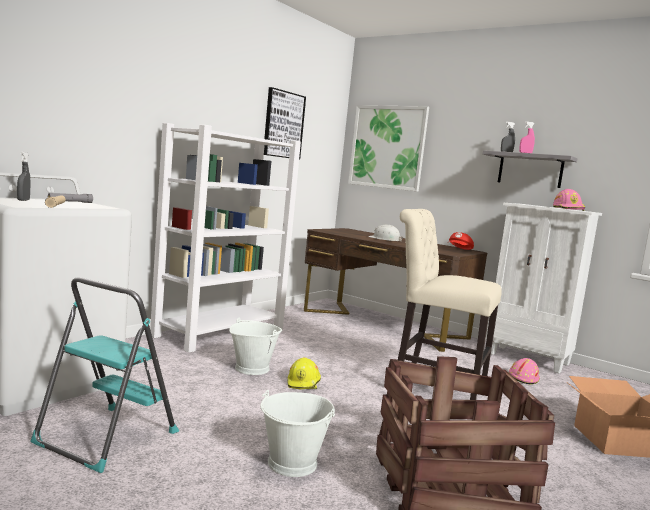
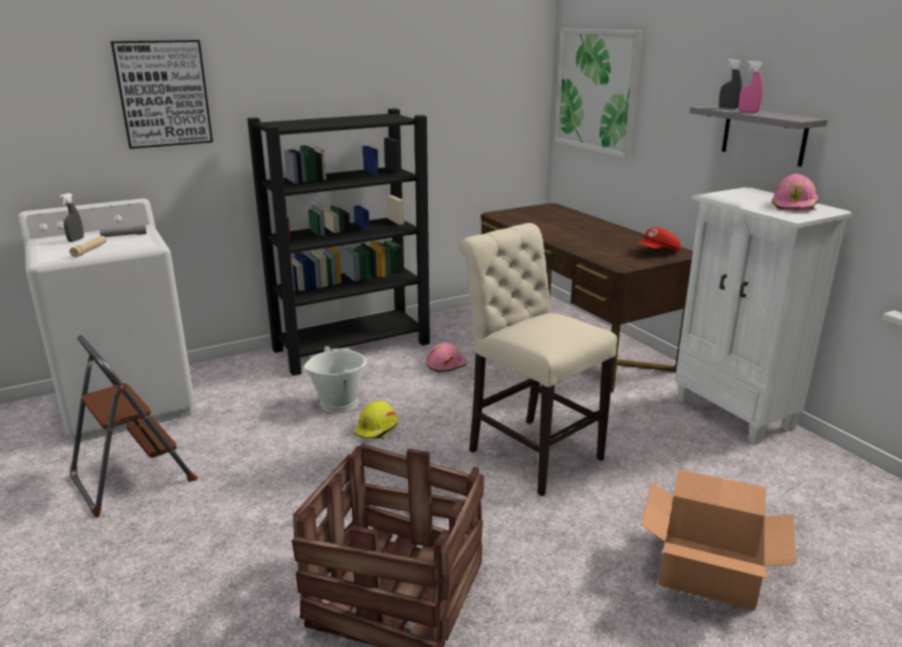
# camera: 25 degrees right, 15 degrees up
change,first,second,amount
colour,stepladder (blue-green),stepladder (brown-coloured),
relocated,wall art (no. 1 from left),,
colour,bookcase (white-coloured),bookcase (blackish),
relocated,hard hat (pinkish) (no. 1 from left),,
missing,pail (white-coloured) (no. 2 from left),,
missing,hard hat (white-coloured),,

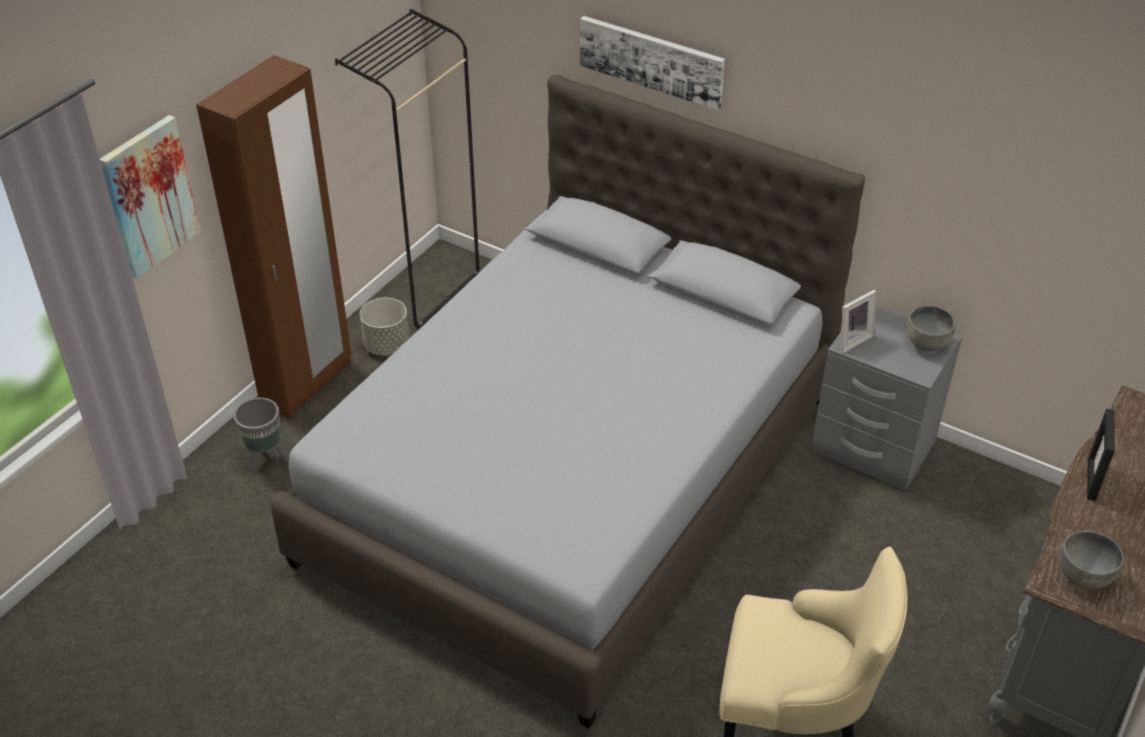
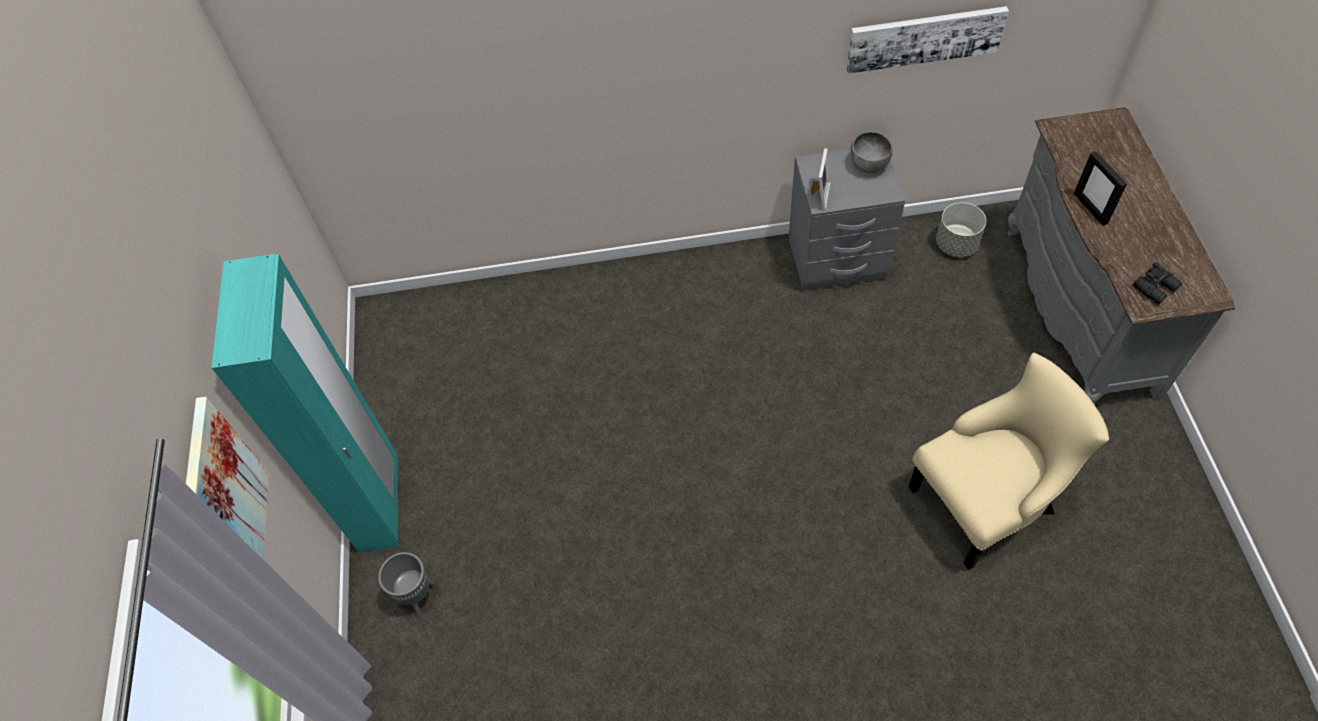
# camera: 35 degrees left, 15 degrees up
change,first,second,amount
colour,wardrobe (brown-coloured),wardrobe (blue-green),
relocated,wall art (no. 2 from left),,
relocated,planter (greyish) (no. 2 from left),,
exchanged,deep dish (greyish) (no. 2 from left),binoculars (blackish),
missing,bedroom bed (greyish),,
missing,garment stand (blackish),,

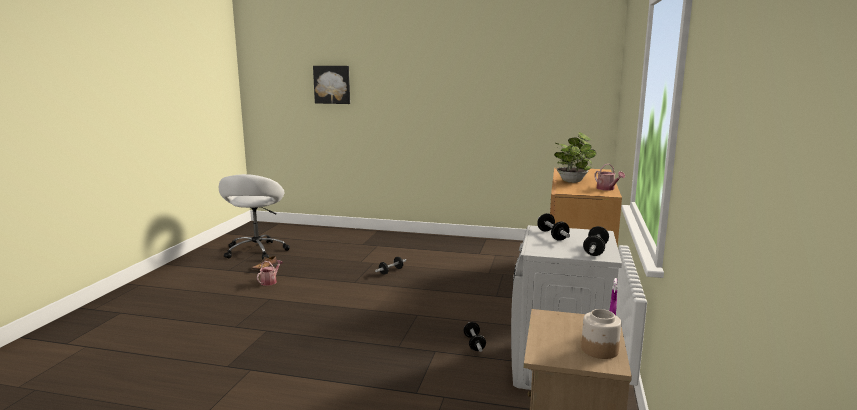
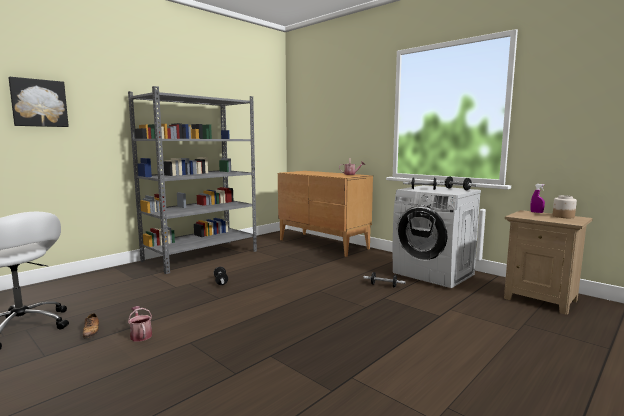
# camera: 60 degrees left, 5 degrees down
change,first,second,amount
appeared,,bookcase (greyish),
missing,houseplant,,

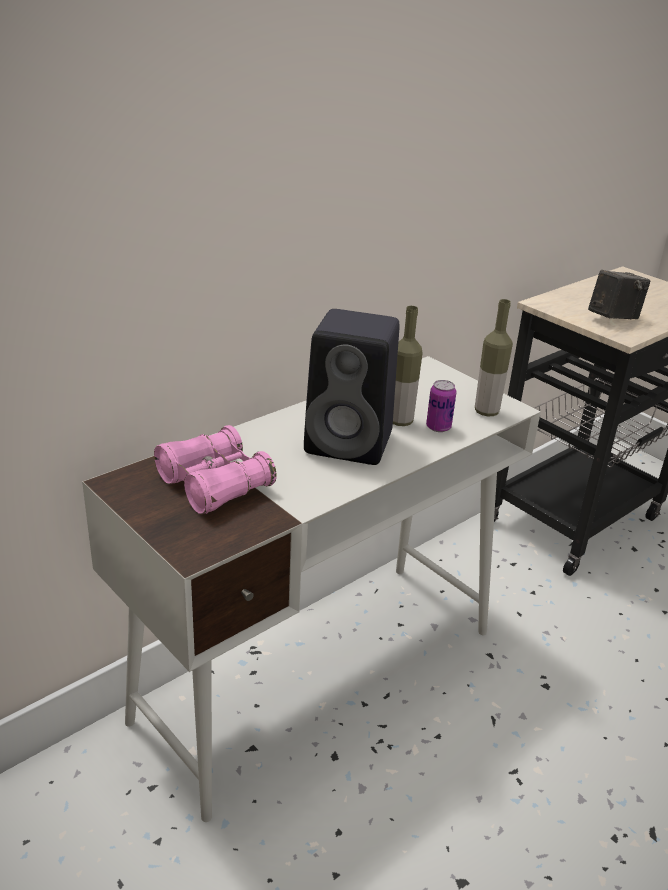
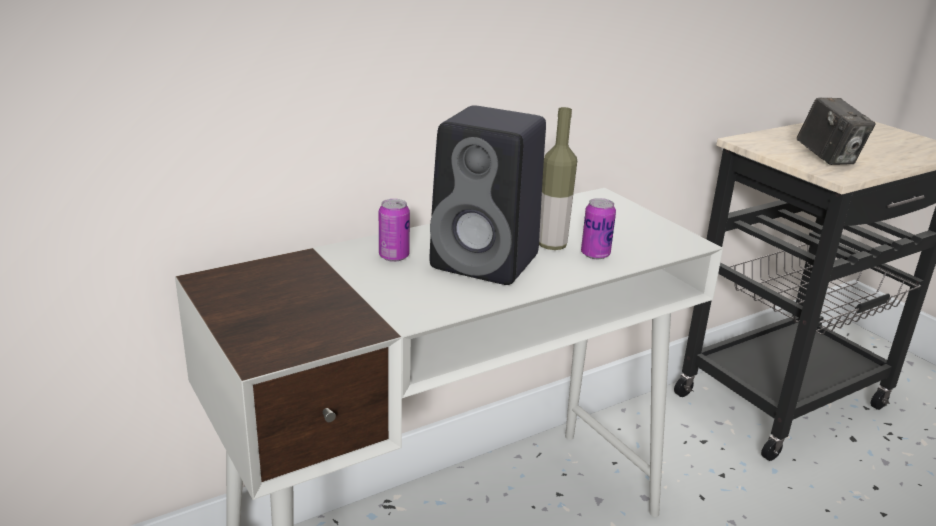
# camera: 10 degrees right, 5 degrees down
change,first,second,amount
appeared,,metal can (no. 1 from left),
spun,still camera,,90 degrees clockwise
missing,binoculars (pinkish),,
missing,bottle (no. 2 from left),,

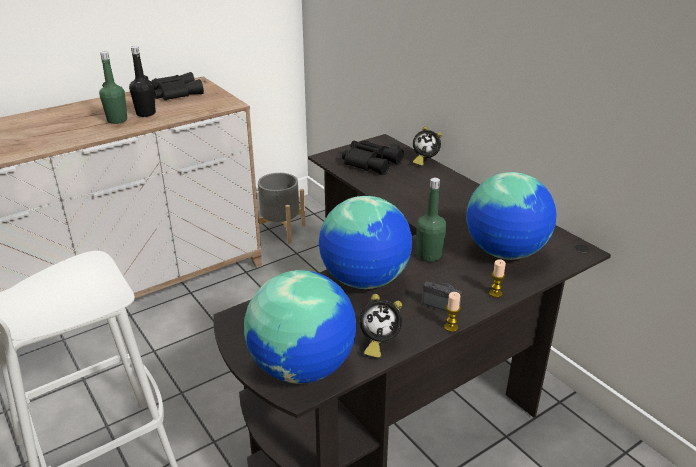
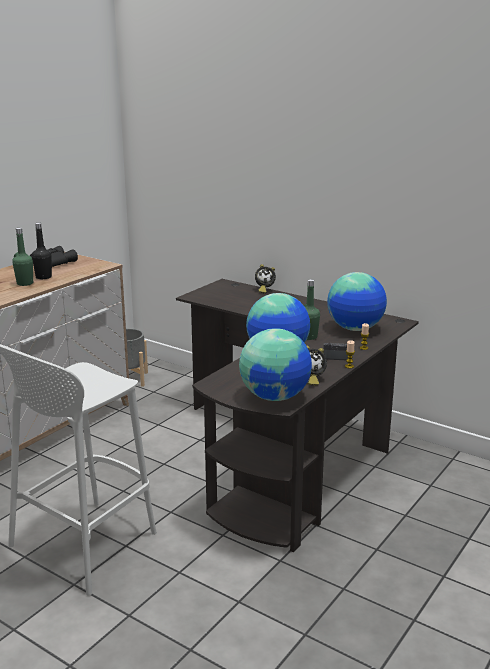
# camera: 20 degrees left, 10 degrees down
change,first,second,amount
missing,binoculars (blackish) (no. 2 from left),,

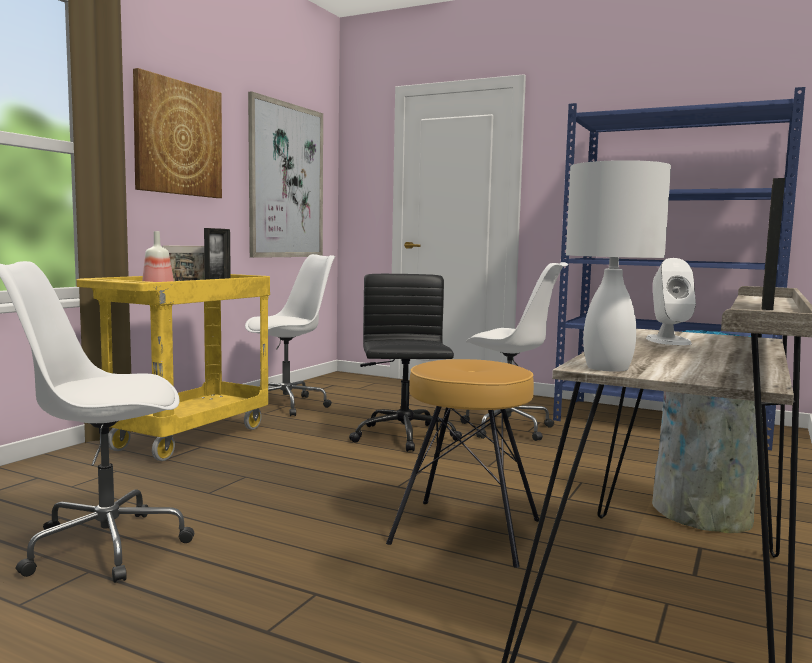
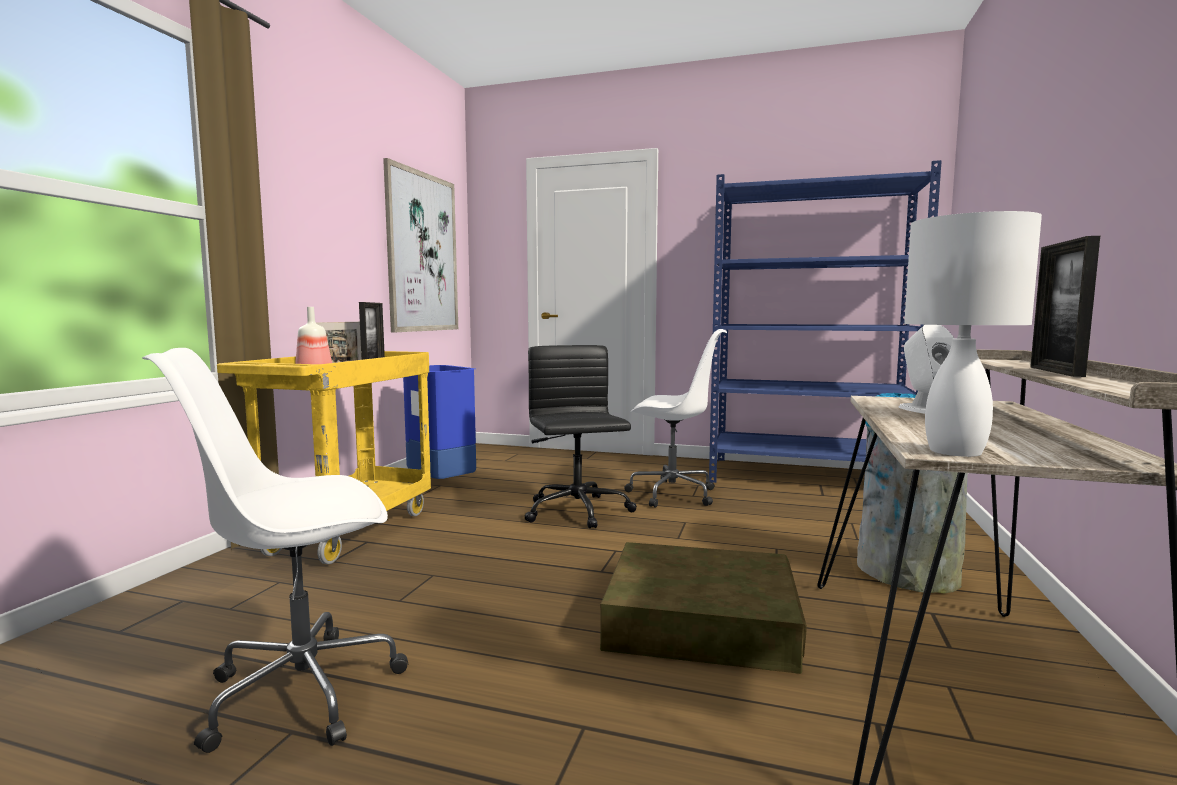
# camera: 10 degrees left, 0 degrees up
change,first,second,amount
exchanged,office chair (white-coloured) (no. 2 from left),rubbish bin (blue),
exchanged,stool seat (brown-coloured),storage container (brown-coloured),
missing,wall art (no. 1 from left),,

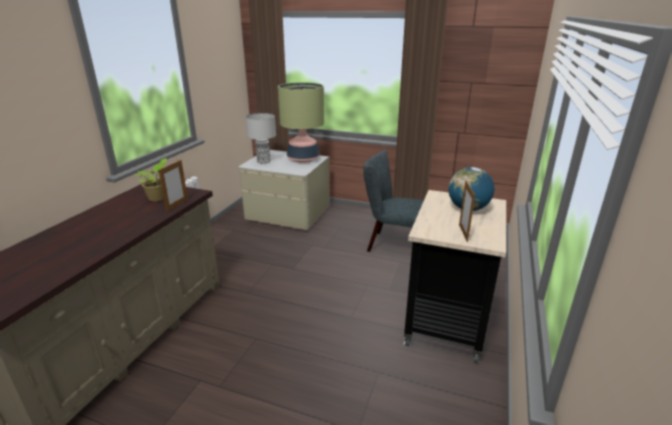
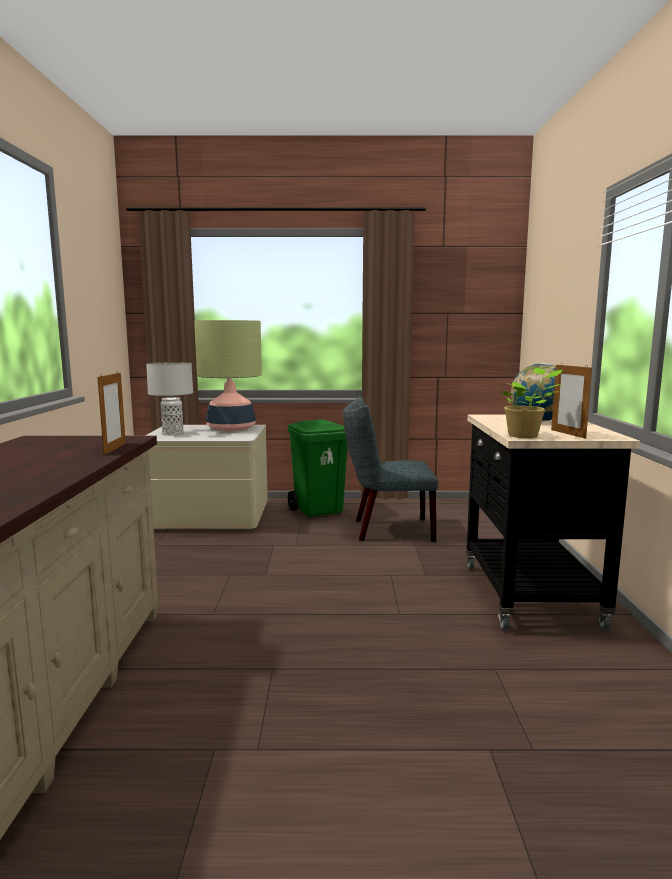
# camera: 20 degrees left, 15 degrees down
change,first,second,amount
appeared,,rubbish bin (green),
relocated,houseplant,,

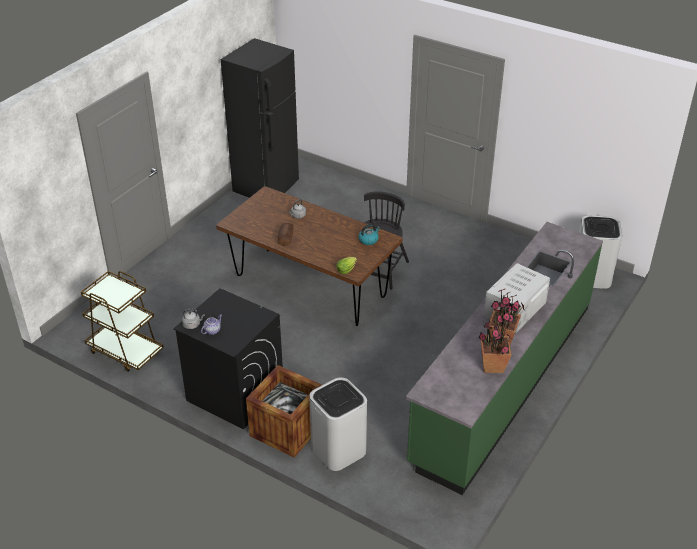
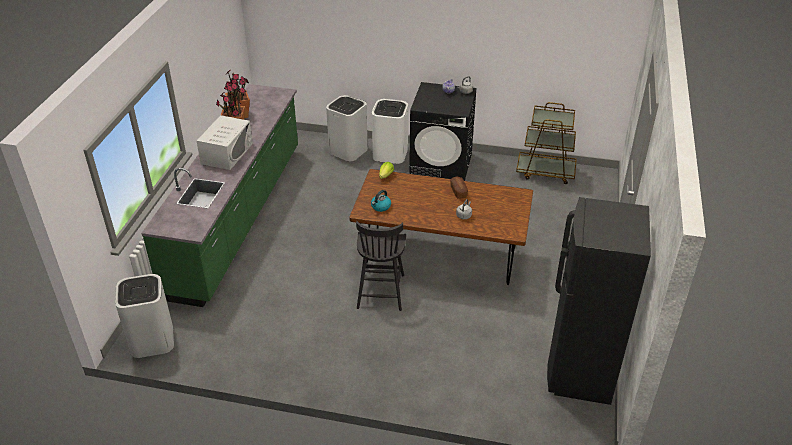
# camera: 160 degrees right, 0 degrees up
change,first,second,amount
exchanged,shipping crate,rubbish bin (white-coloured) (no. 3 from left),

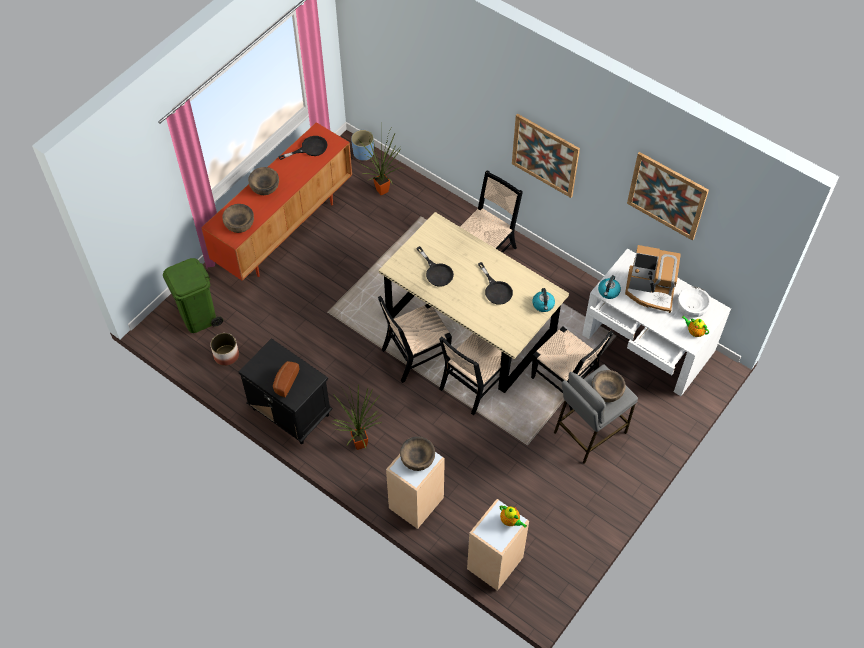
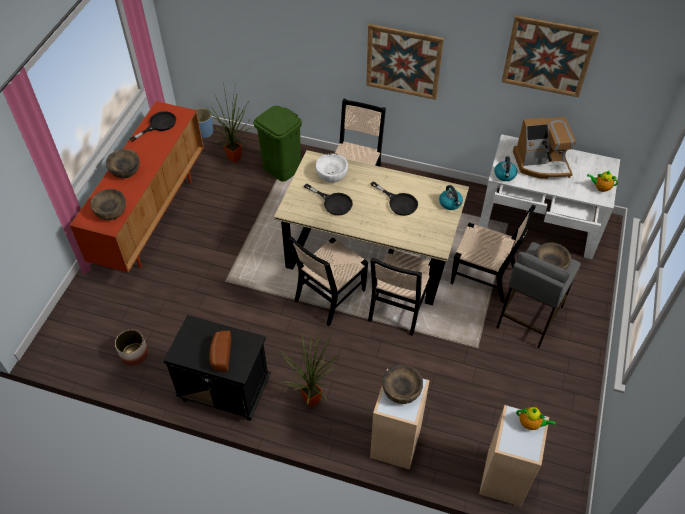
# camera: 20 degrees left, 5 degrees down
change,first,second,amount
relocated,rubbish bin (green),,
relocated,deep dish (white-coloured),,

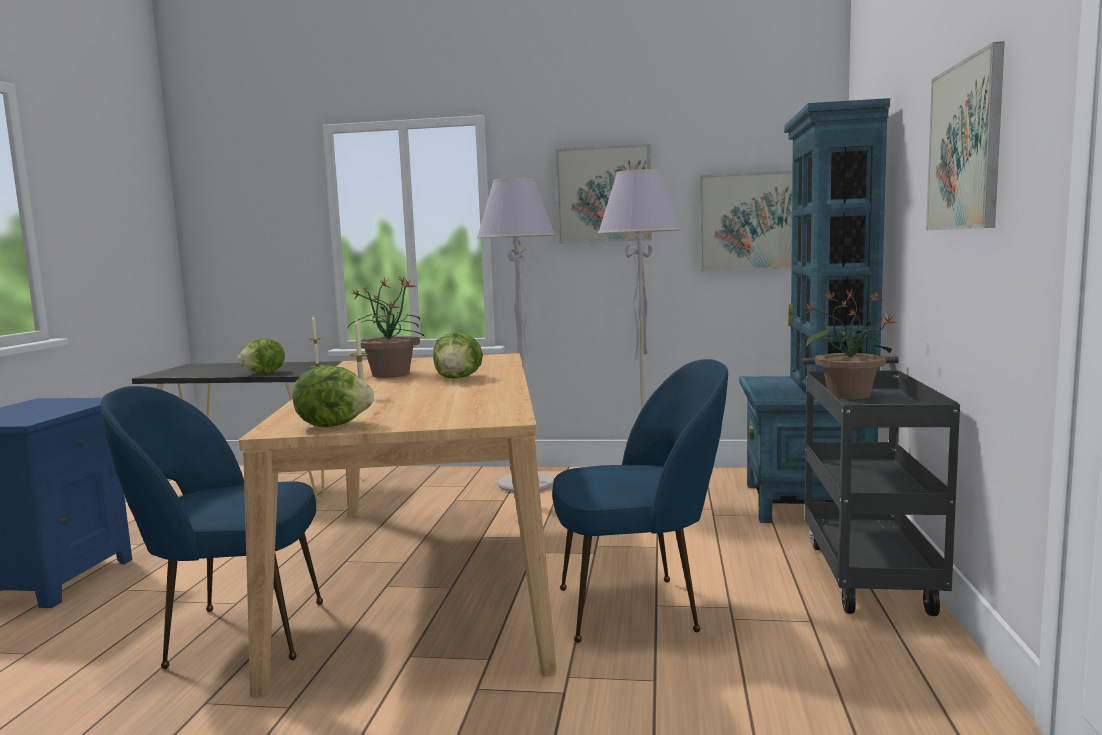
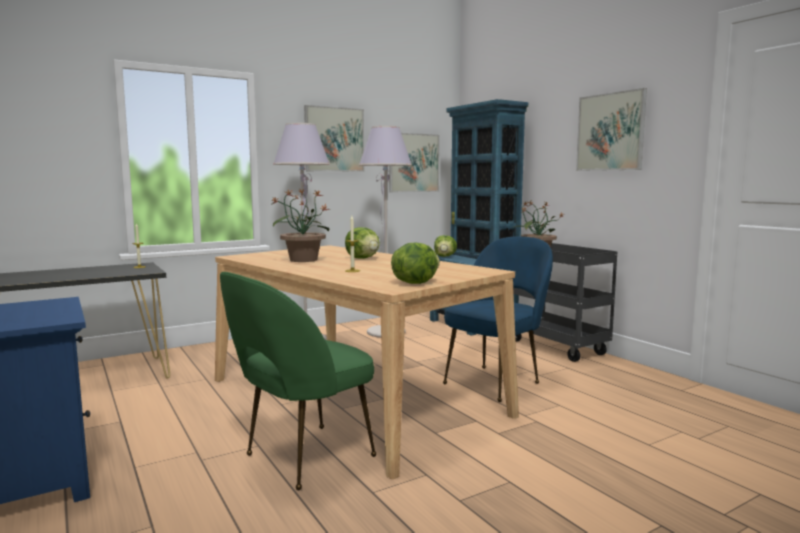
# camera: 40 degrees left, 0 degrees up
change,first,second,amount
colour,upright chair (blue) (no. 1 from left),upright chair (green),
relocated,head of lettuce (no. 1 from left in the first image),head of lettuce (no. 3 from left),

